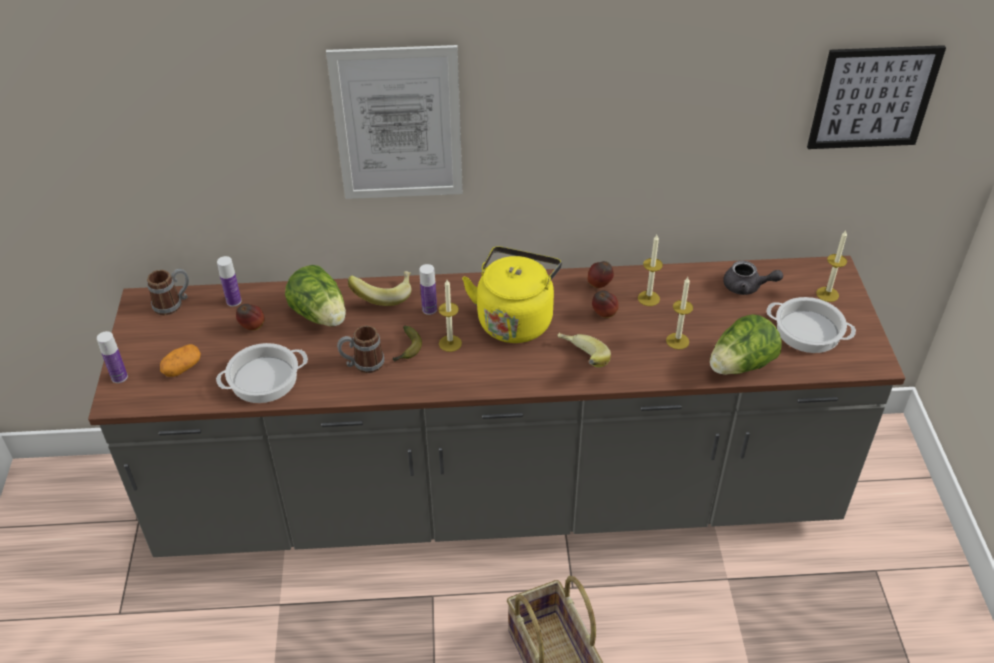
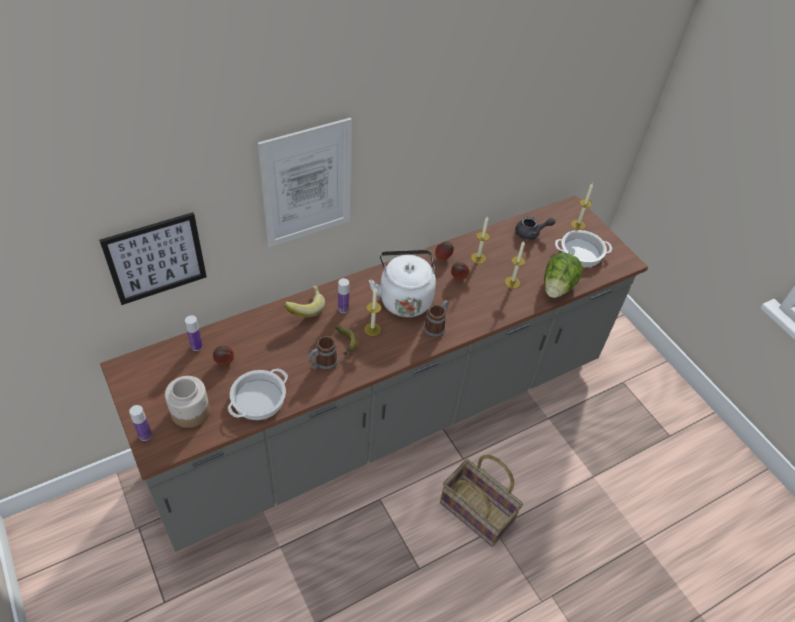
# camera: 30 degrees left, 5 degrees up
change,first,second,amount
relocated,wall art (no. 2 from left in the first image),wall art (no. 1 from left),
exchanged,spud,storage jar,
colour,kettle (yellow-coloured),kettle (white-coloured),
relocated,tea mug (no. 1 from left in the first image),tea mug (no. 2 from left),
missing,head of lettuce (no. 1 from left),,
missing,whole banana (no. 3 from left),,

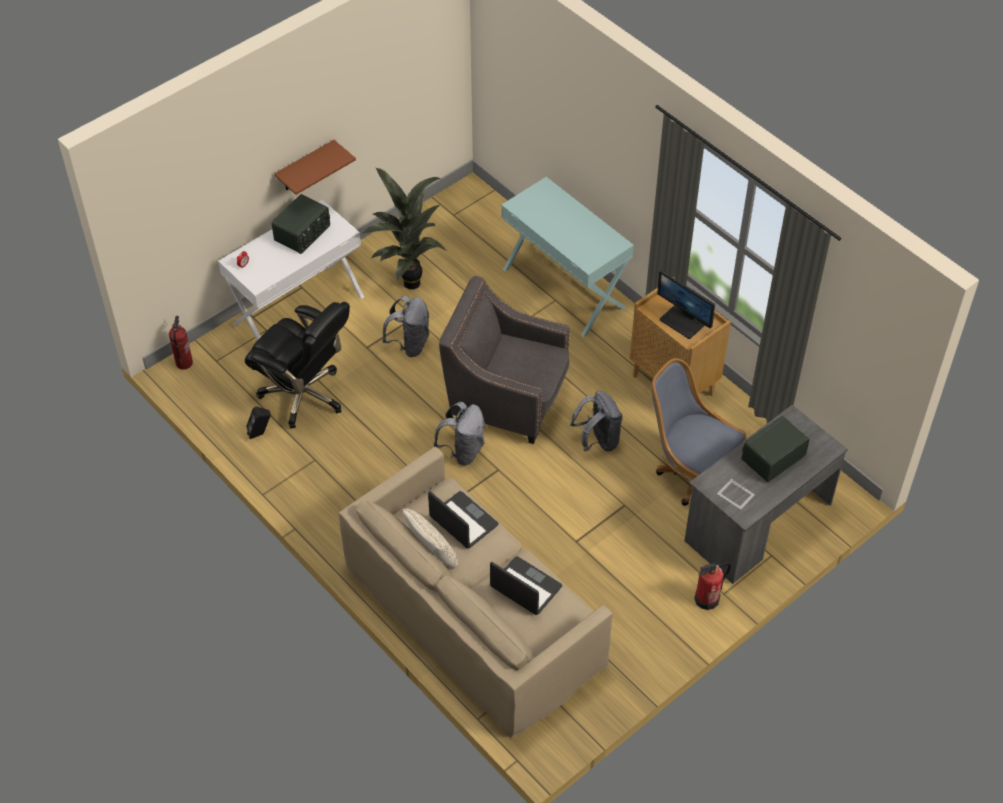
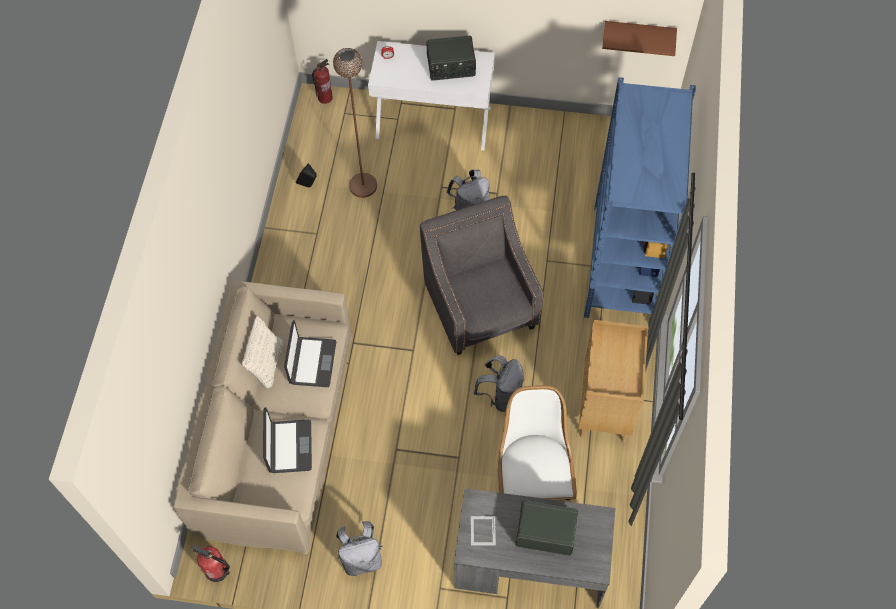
# camera: 50 degrees right, 10 degrees up
change,first,second,amount
relocated,fire-fighting cylinder (no. 2 from left in the first image),fire-fighting cylinder (no. 1 from left),
exchanged,office chair (blackish),standard lamp (brown-coloured),
relocated,knapsack (greyish) (no. 2 from left in the first image),knapsack (greyish) (no. 1 from left),
colour,office chair (blue),office chair (white-coloured),
exchanged,desk unit (blue-green),bookcase (blue),
relocated,shelf (brown-coloured),,
missing,houseplant,,
missing,computer display,,

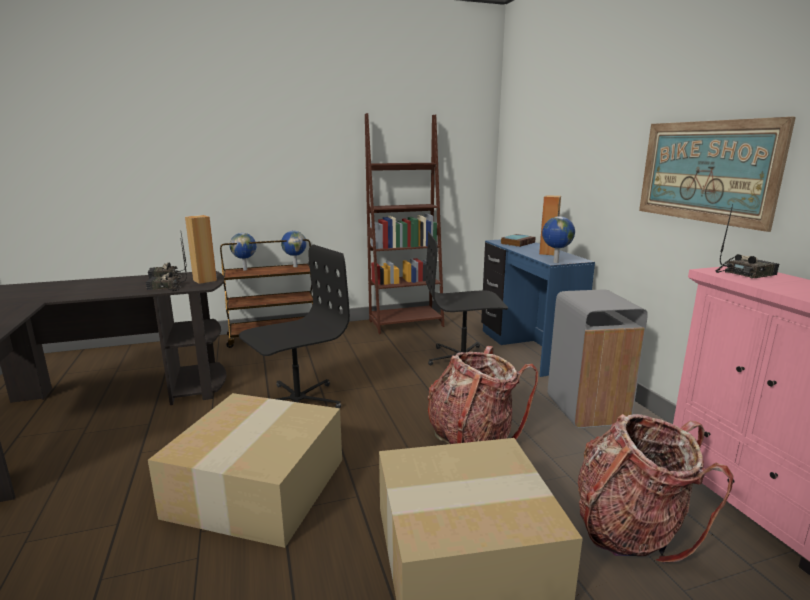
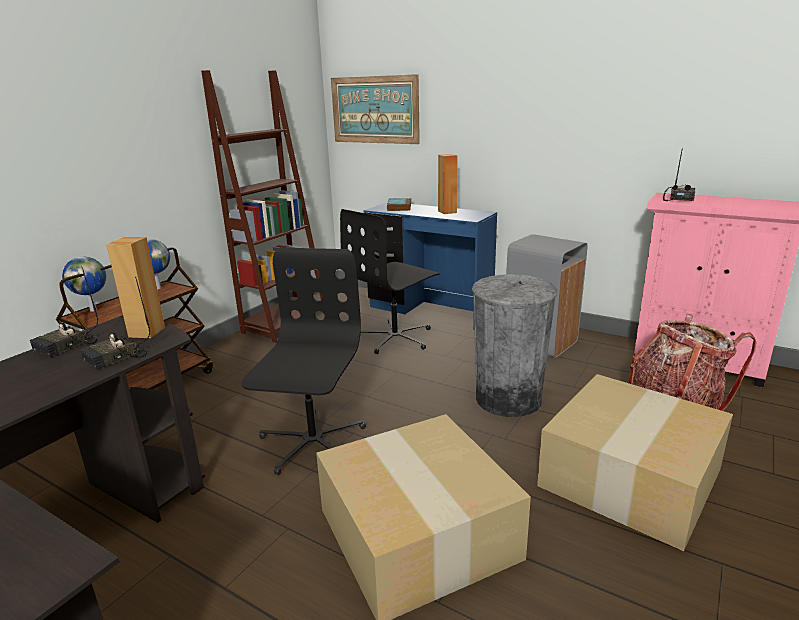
# camera: 40 degrees left, 5 degrees up
change,first,second,amount
relocated,wall art,,
exchanged,knapsack (no. 1 from left),rubbish bin (greyish) (no. 1 from left),
missing,desk globe (no. 3 from left),,

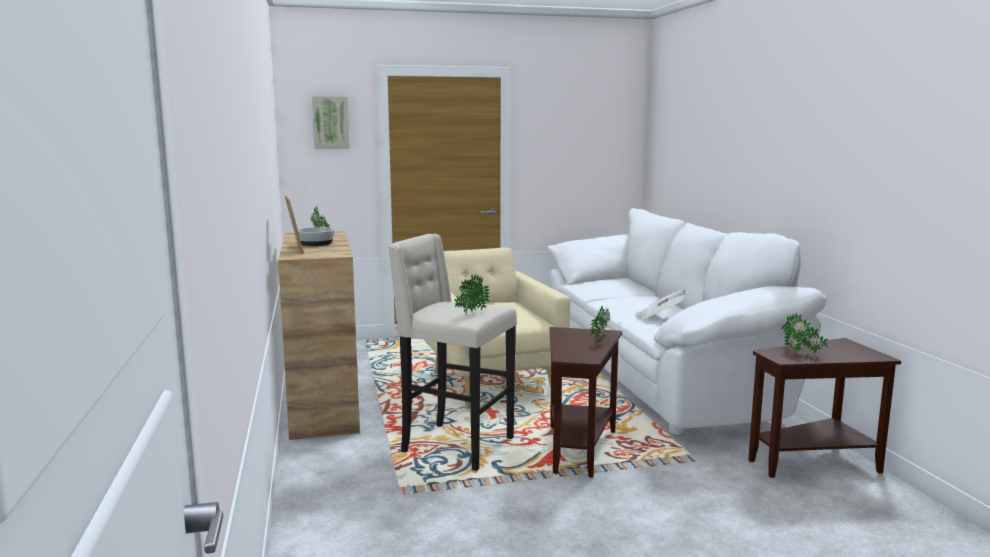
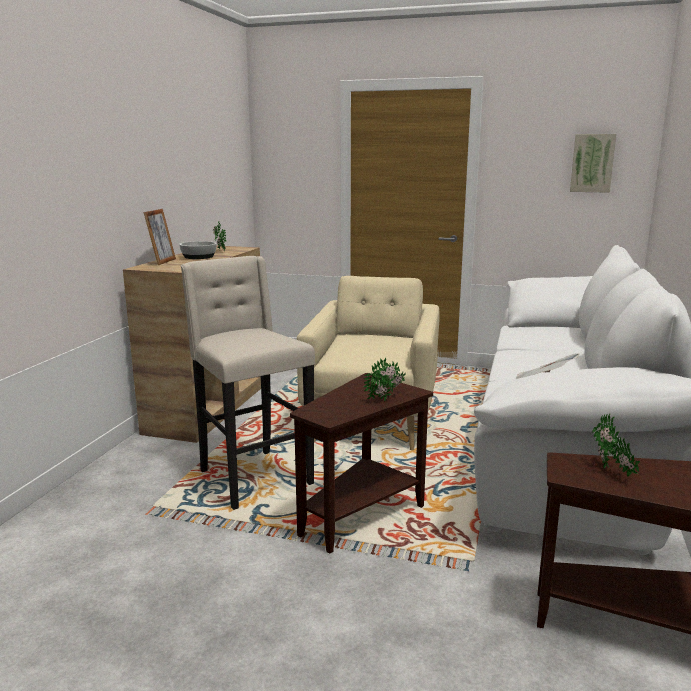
# camera: 30 degrees right, 5 degrees up
change,first,second,amount
relocated,wall art,,
missing,houseplant (no. 2 from left),,

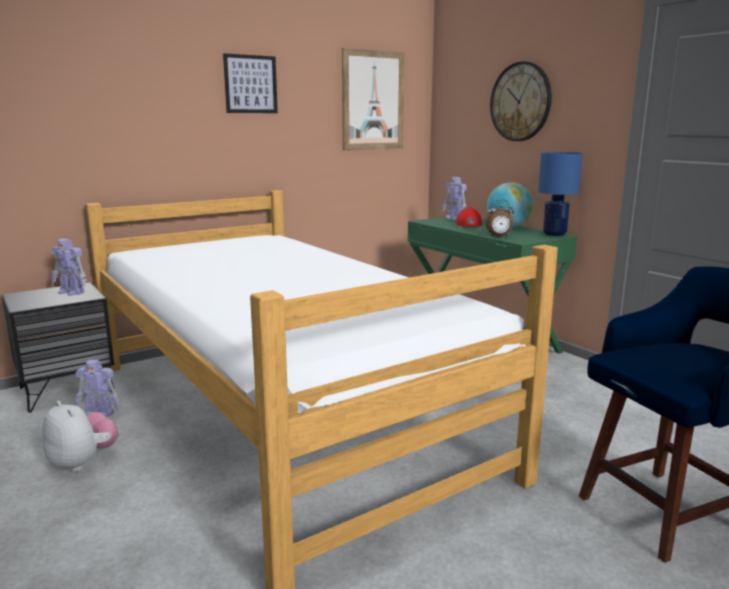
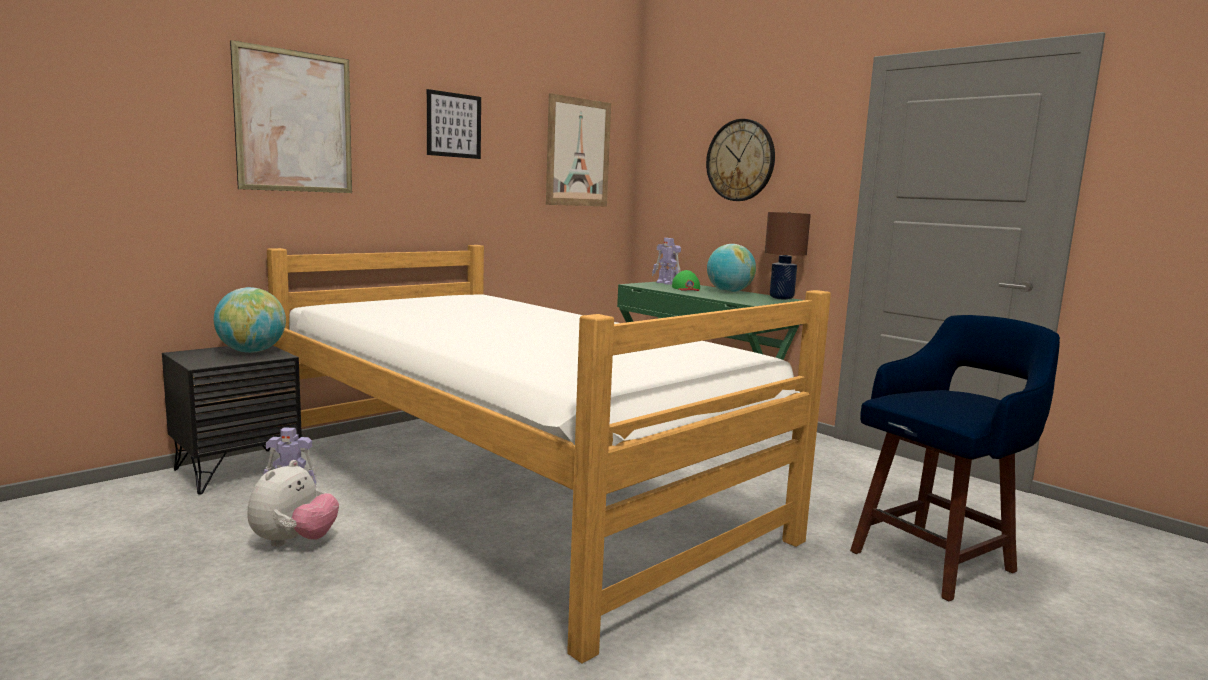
# camera: 10 degrees left, 5 degrees down
change,first,second,amount
exchanged,toy robot (no. 1 from left),desk globe (no. 1 from left),
appeared,,wall art (no. 1 from left),
spun,cuddly toy,,75 degrees clockwise
colour,cap (red-coloured),cap (green),
colour,tabletop lamp (blue),tabletop lamp (brown-coloured),
missing,alarm clock,,

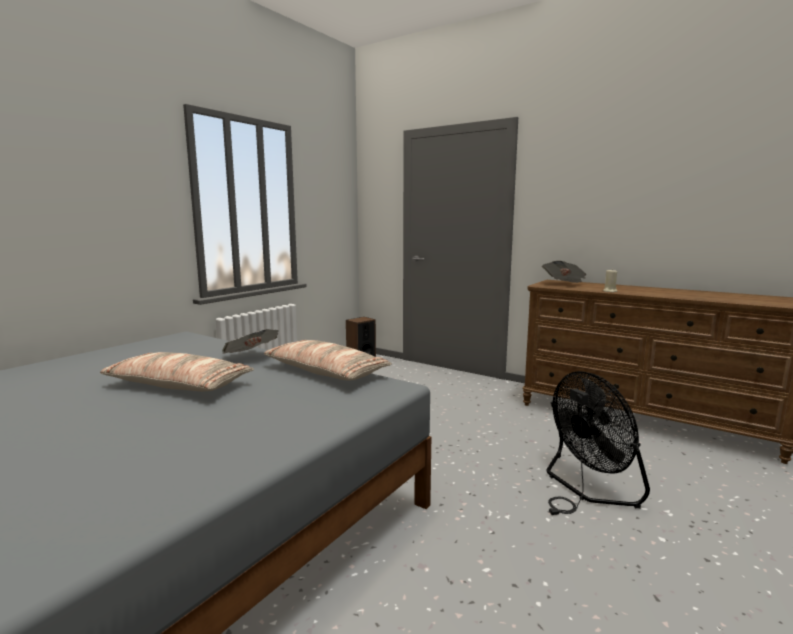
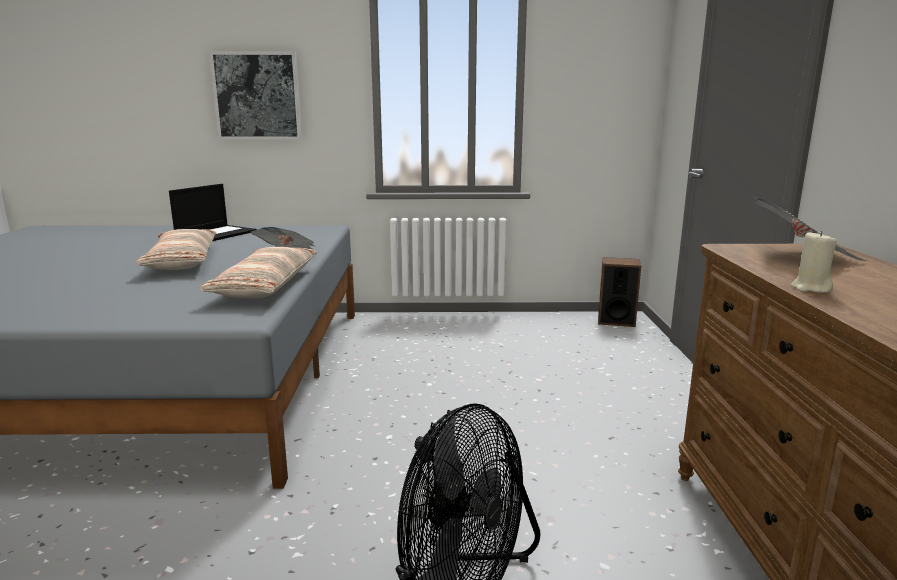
# camera: 55 degrees right, 5 degrees up
change,first,second,amount
appeared,,notebook computer,
appeared,,wall art,

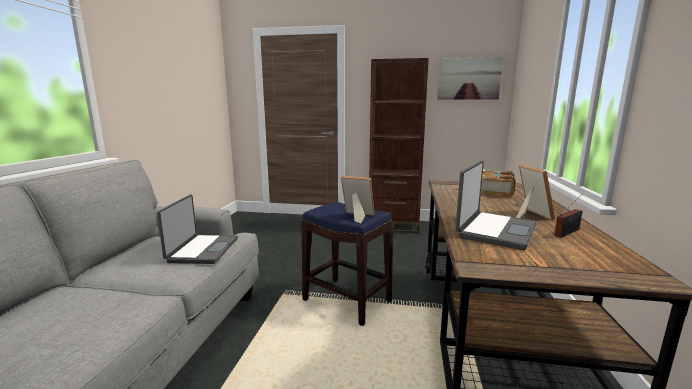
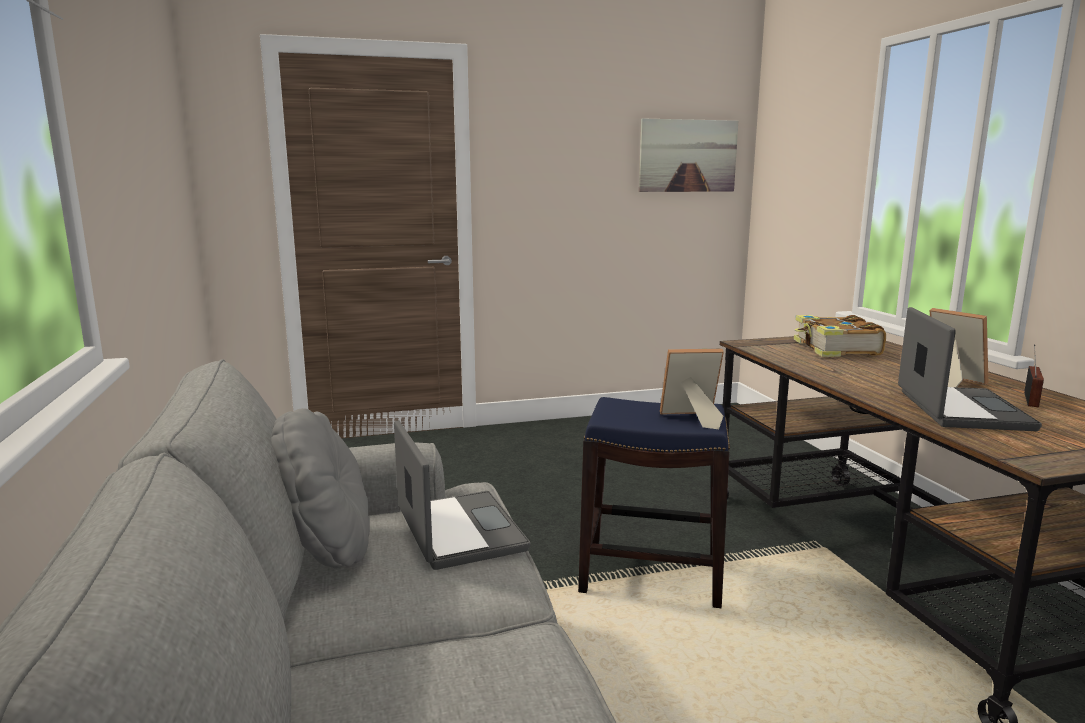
# camera: 25 degrees left, 0 degrees up
change,first,second,amount
appeared,,throw pillow (greyish),
missing,bookcase (brown-coloured),,

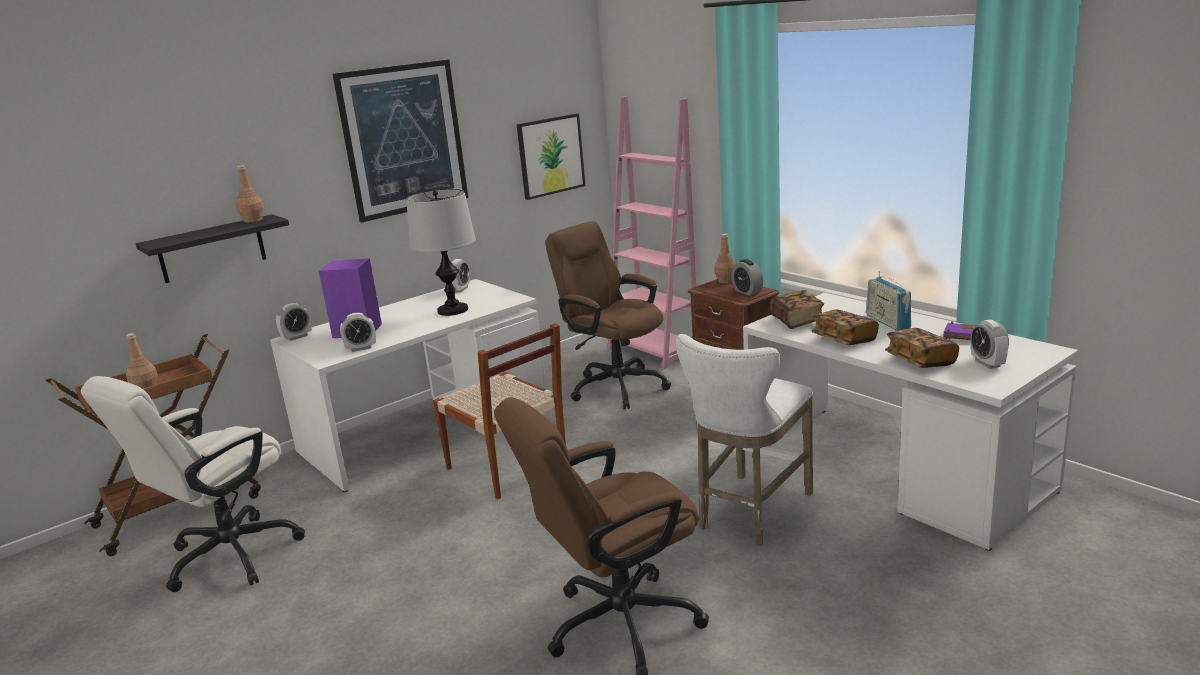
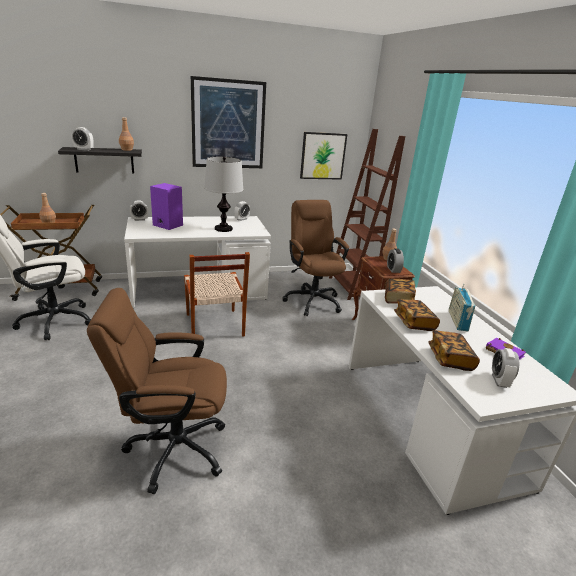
# camera: 20 degrees right, 5 degrees up
change,first,second,amount
relocated,alarm clock (no. 2 from left in the first image),alarm clock (no. 1 from left),
colour,bookcase (pinkish),bookcase (brown-coloured),
missing,stool seat (white-coloured),,

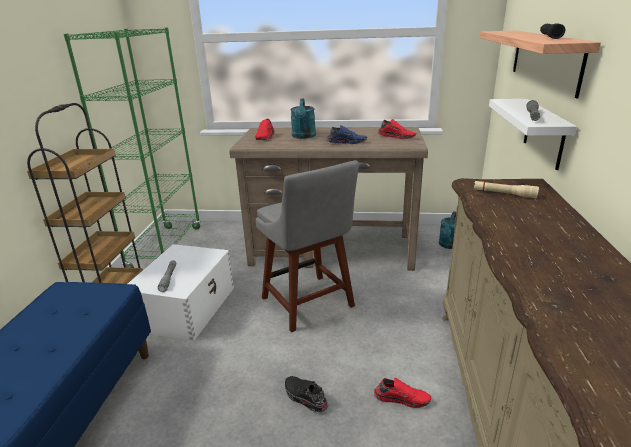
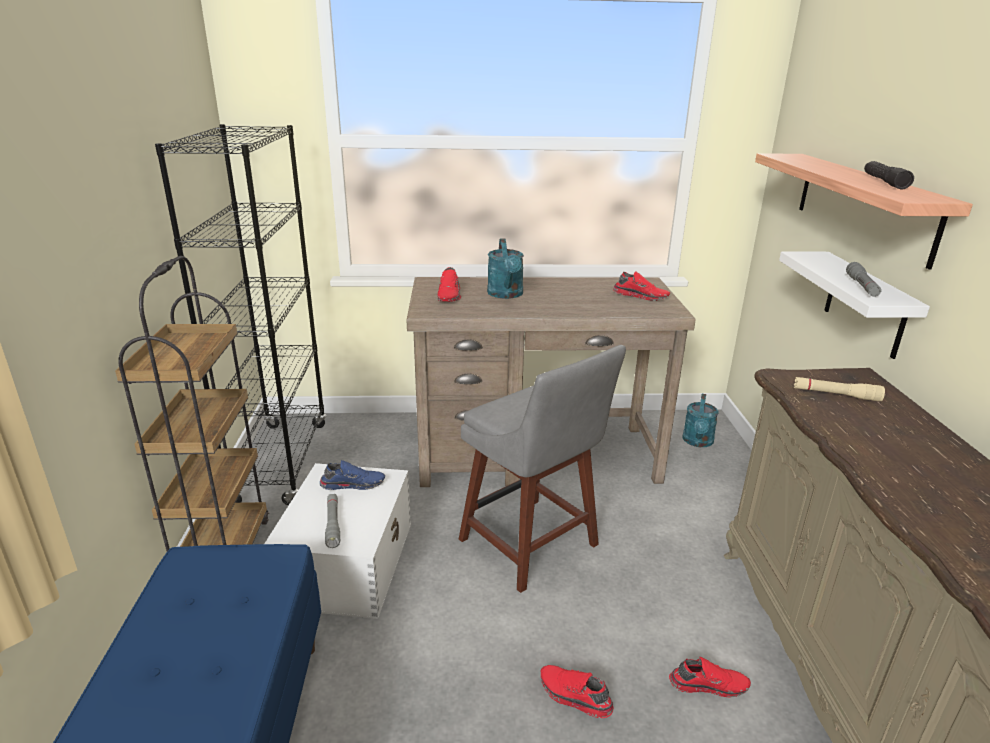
# camera: 10 degrees left, 0 degrees up
change,first,second,amount
colour,bookcase (green),bookcase (blackish),
relocated,low shoe (blue),,
colour,low shoe (blackish),low shoe (red-coloured) (no. 2 from left),

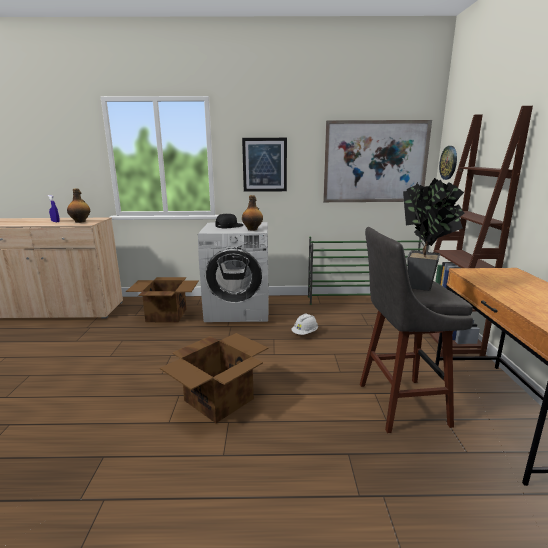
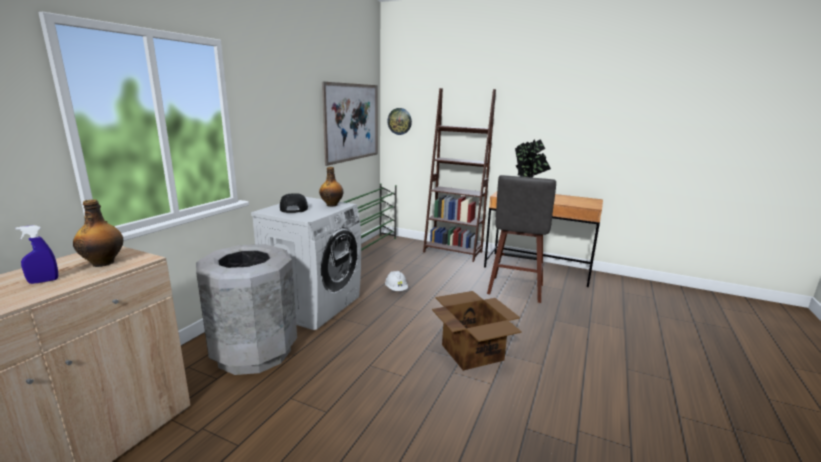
# camera: 65 degrees left, 0 degrees up
change,first,second,amount
exchanged,cardboard box (no. 1 from left),rubbish bin (greyish),
missing,wall art (no. 1 from left),,

